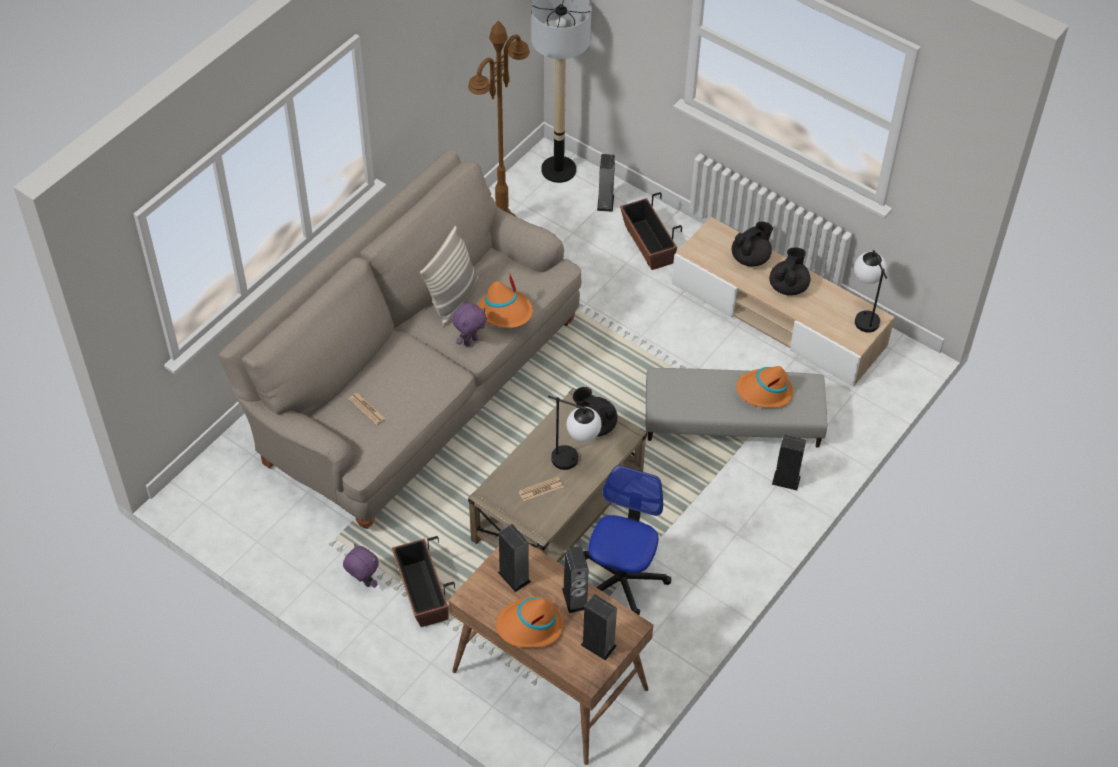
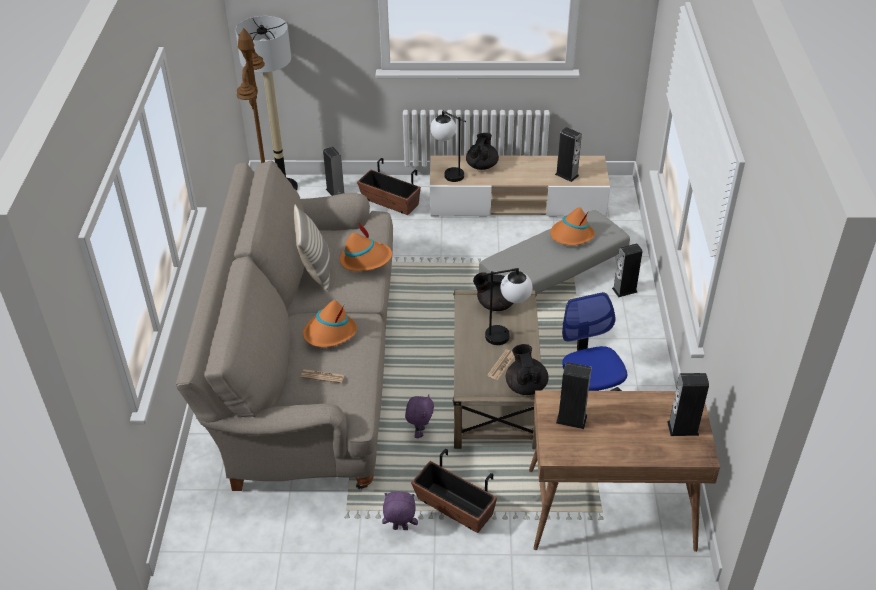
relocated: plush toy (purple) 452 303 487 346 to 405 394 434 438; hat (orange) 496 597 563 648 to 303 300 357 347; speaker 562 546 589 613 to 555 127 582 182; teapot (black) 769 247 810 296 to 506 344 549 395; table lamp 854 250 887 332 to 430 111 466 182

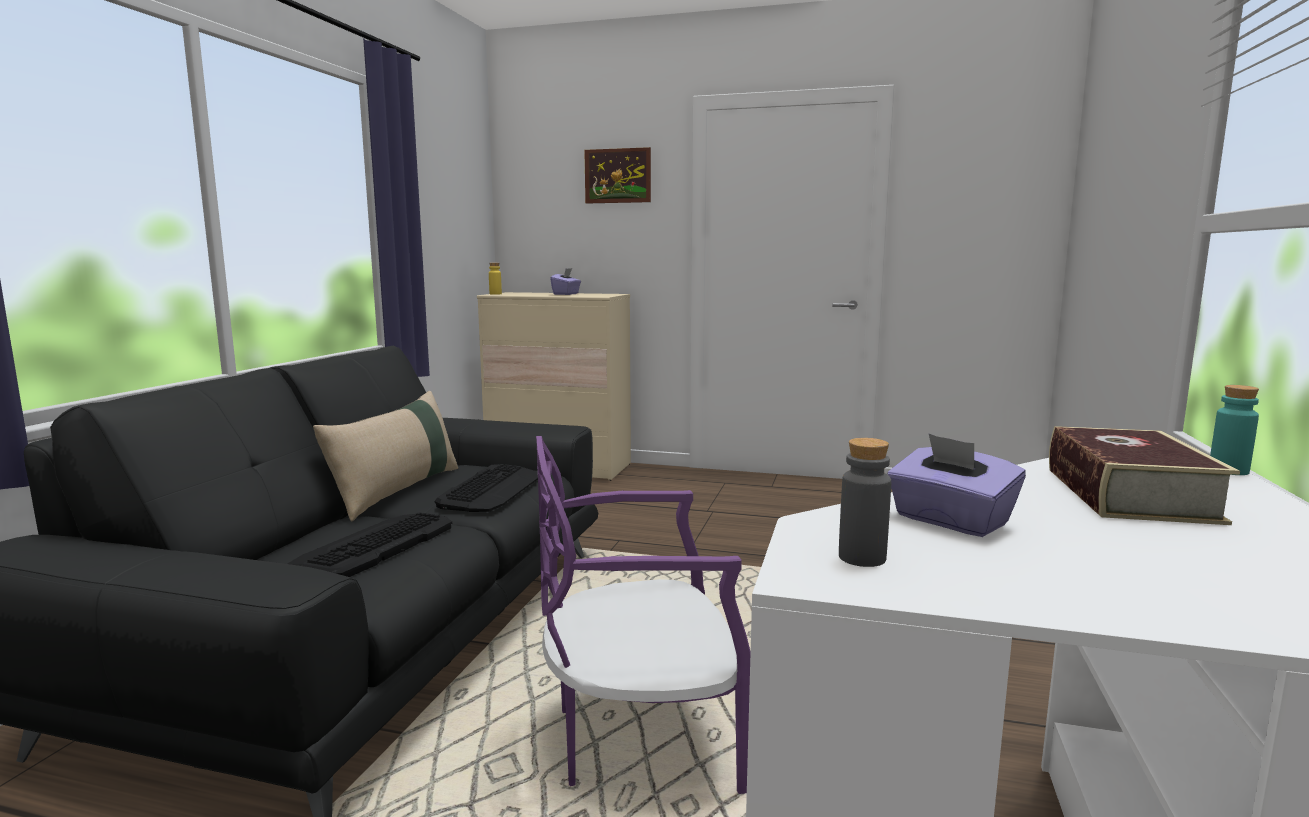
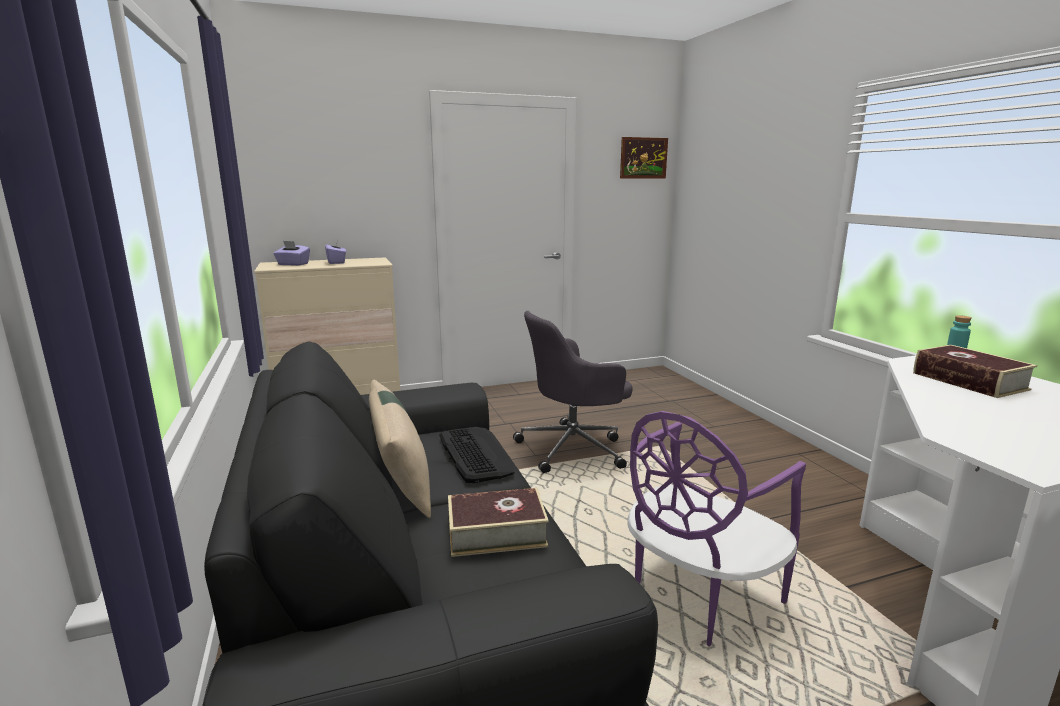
missing: bottle (yellow) 489 263 502 295; bottle (grey) 839 438 891 567
appeared: office chair (grey) 513 311 633 473
relocated: picture 584 147 651 204 to 620 137 668 178; tissue box (purple) 887 434 1026 537 to 273 241 310 266
exchanged: keyboard 288 512 452 577 to book 448 488 549 557

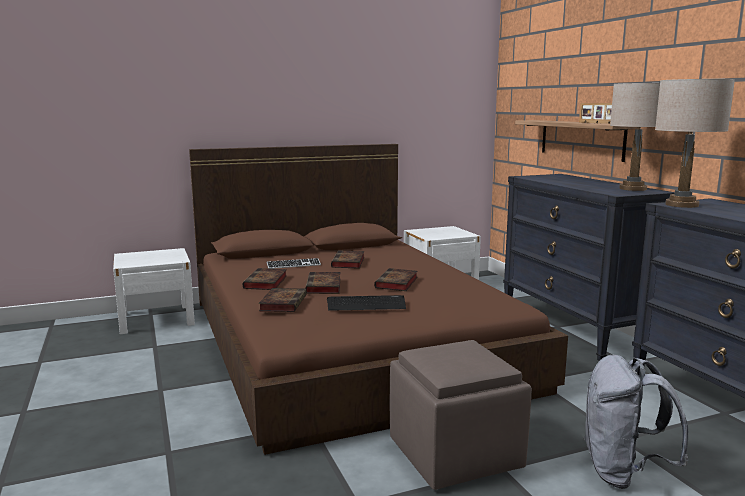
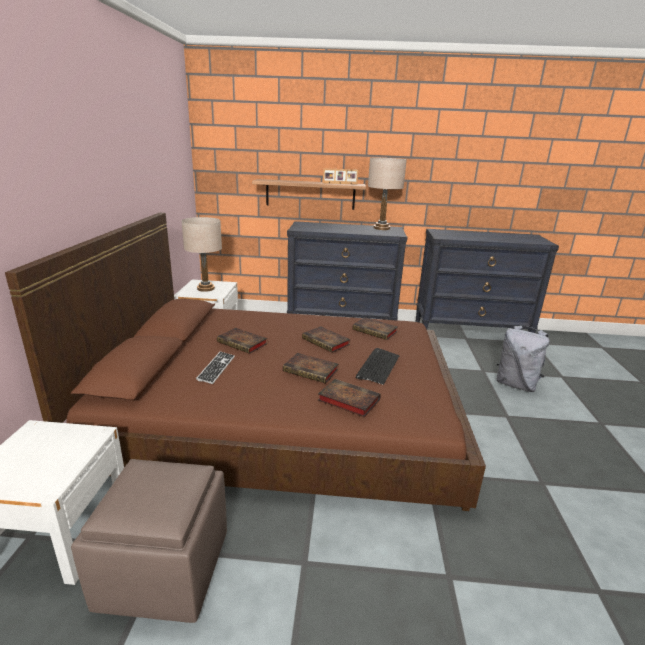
relocated: book 243 268 287 290 to 352 317 398 340; ottoman (brown) 390 340 532 490 to 71 459 227 623; table lamp (beige) 655 79 735 208 to 181 217 222 292

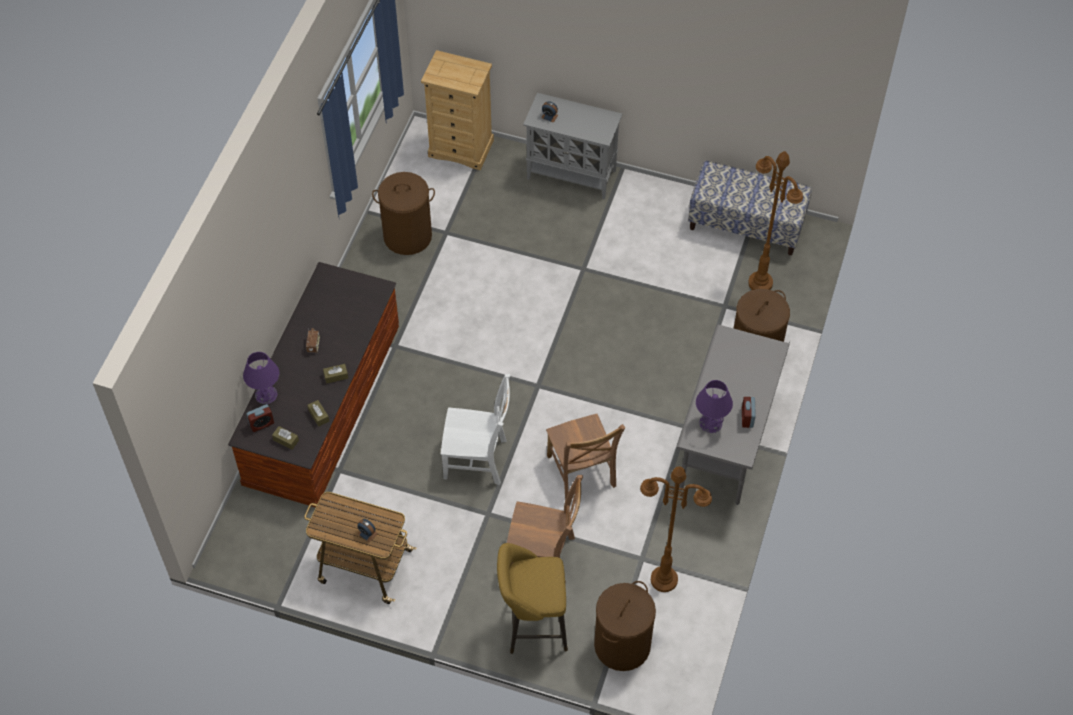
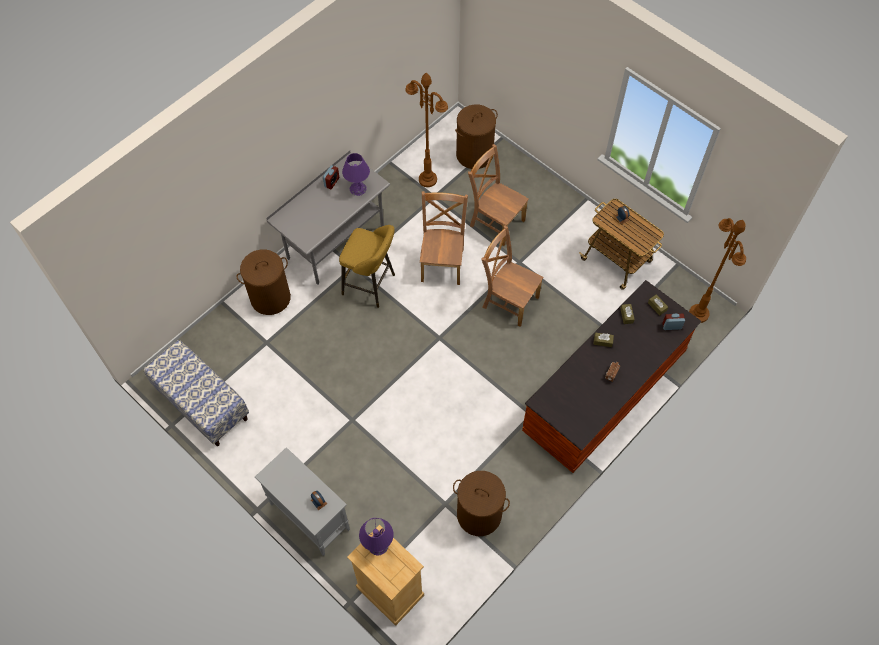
relocated: table lamp (purple) 243 352 279 404 to 359 518 394 555; stool (yellow) 497 543 568 654 to 339 225 395 308; floor lamp (brown) 748 151 803 290 to 689 218 746 323
colour: chair (white) 441 374 510 485 to chair (brown) 481 225 543 327

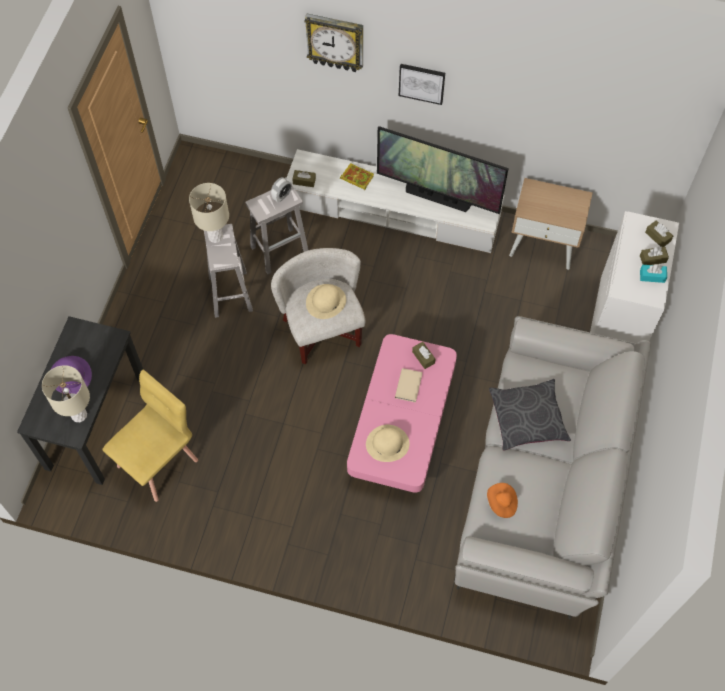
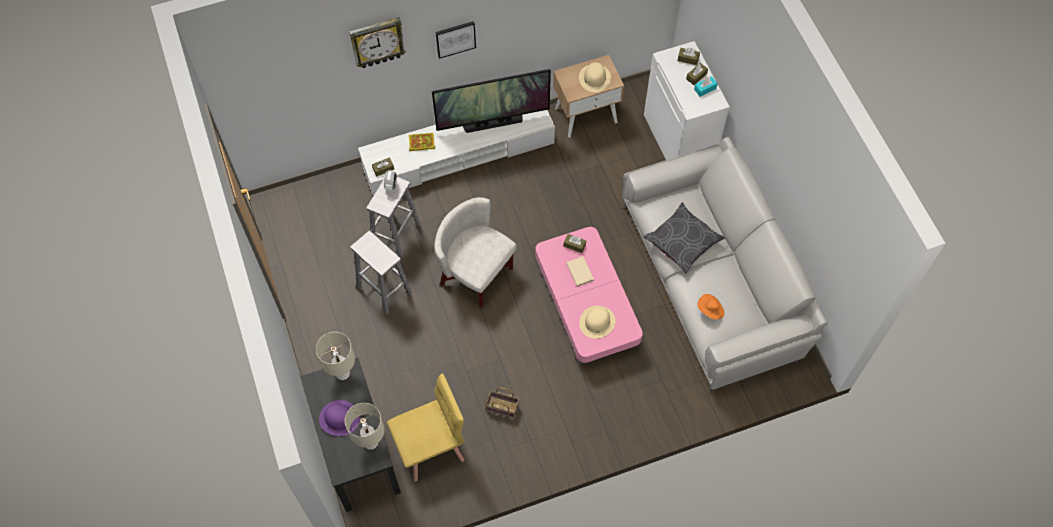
appeared: basket 486 387 519 418
relocated: table lamp (beige) 189 183 229 243 to 316 332 355 380; hat (beige) 306 284 346 319 to 579 62 611 92
spun: chair (yellow) 102 370 198 502 = 387 374 464 482 60 degrees clockwise

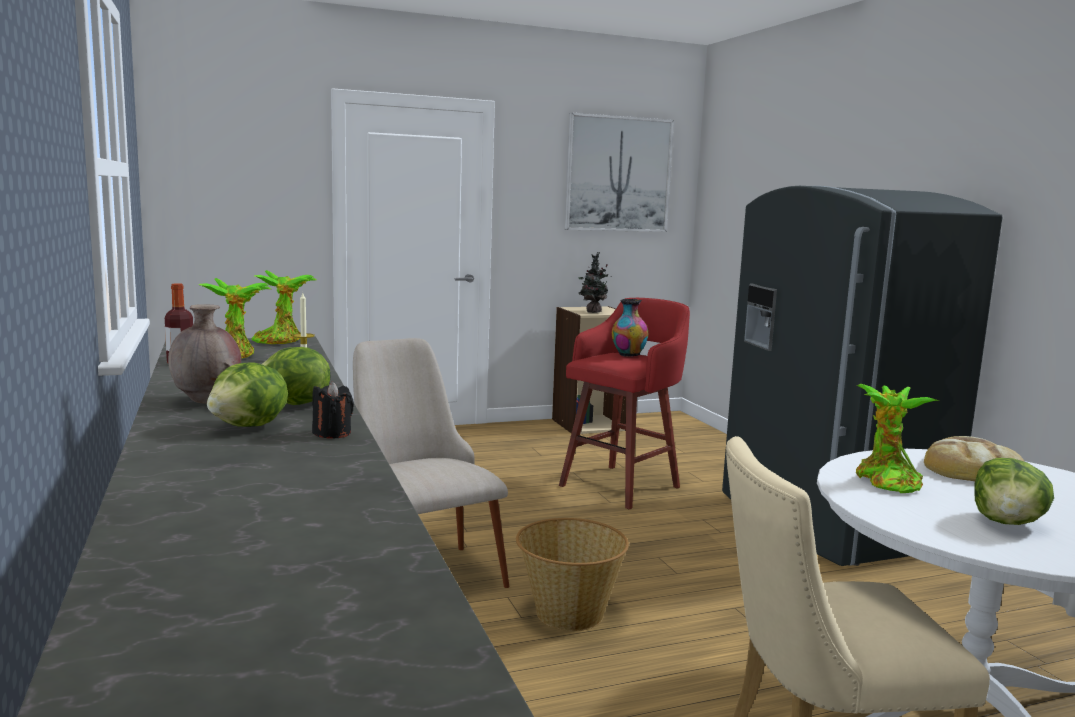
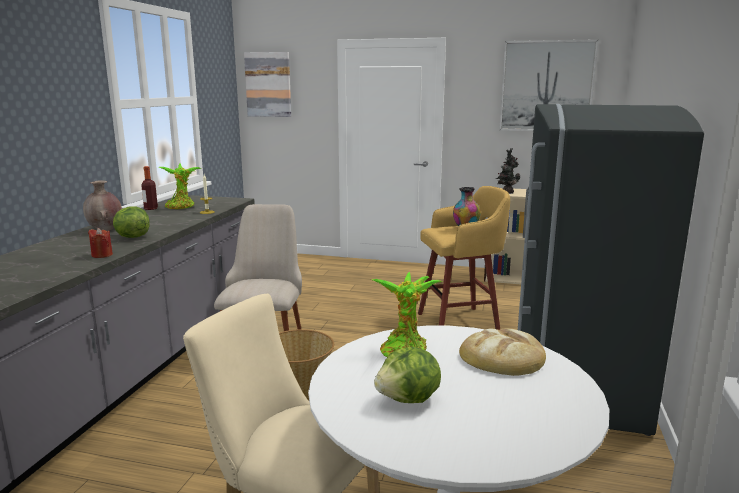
missing: lettuce 207 362 288 427; potted plant 251 270 316 344
appeared: picture 244 52 291 117
colour: candle (black) 312 382 354 439 to candle (red) 88 228 113 258; stool (red) 559 298 690 509 to stool (yellow) 418 186 510 330

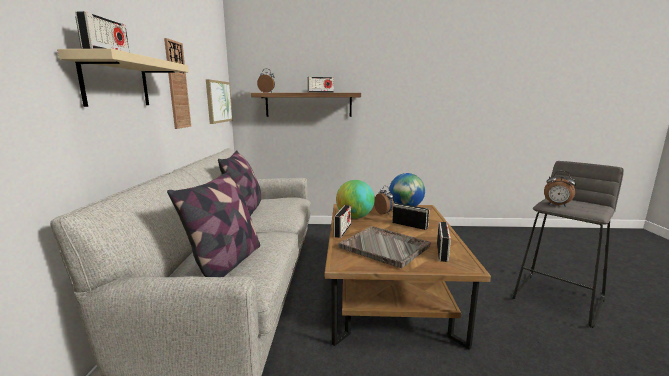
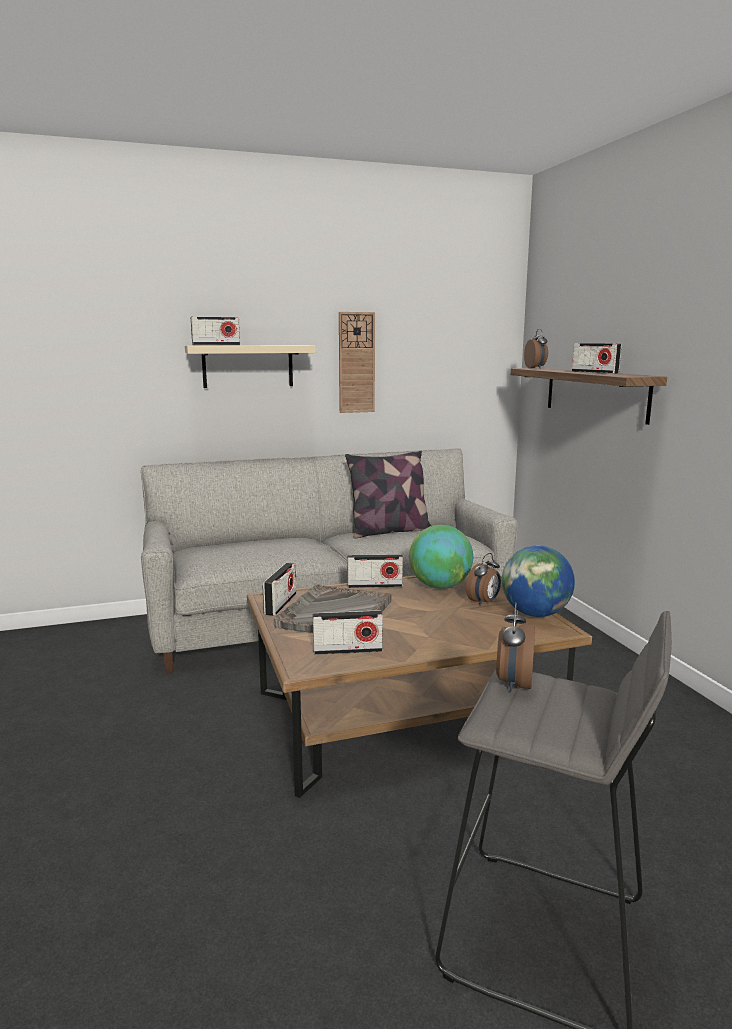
missing: pillow 167 171 260 277; picture 206 79 233 124
relocated: radio 392 203 429 230 to 263 563 296 616

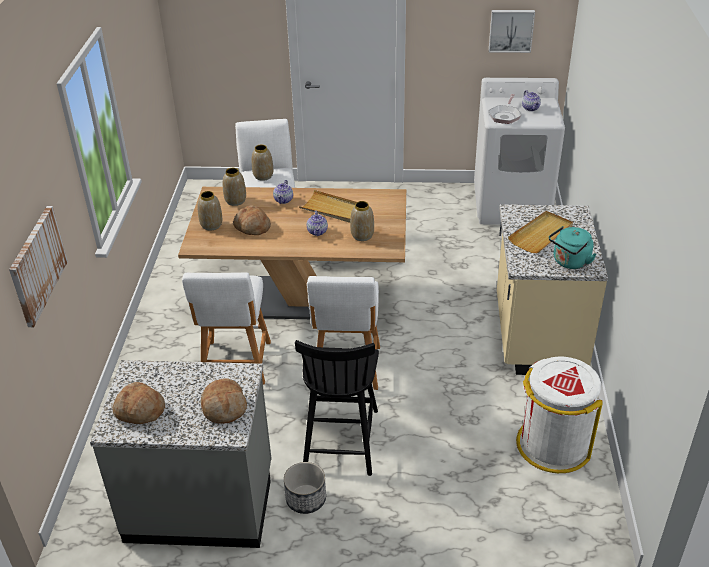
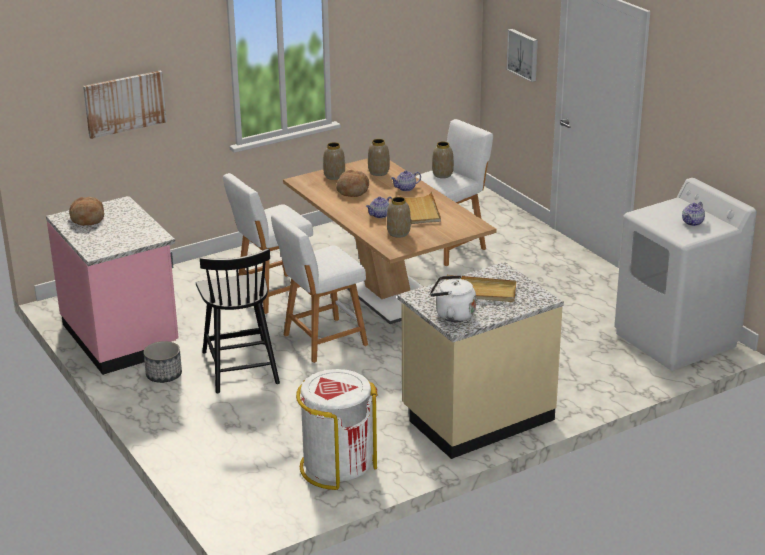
missing: bread 201 378 247 424; frying pan 488 94 521 124
relocated: picture 489 10 535 53 to 507 29 538 82
colour: counter (grey) 90 360 272 548 to counter (pink) 46 196 179 375; kettle (turquoise) 549 226 596 269 to kettle (white) 430 275 476 322
spun: chair (black) 295 340 379 476 = 196 249 280 393 75 degrees counterclockwise

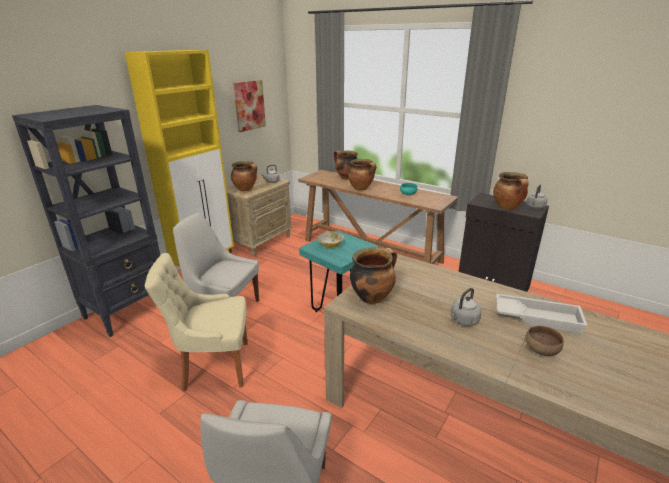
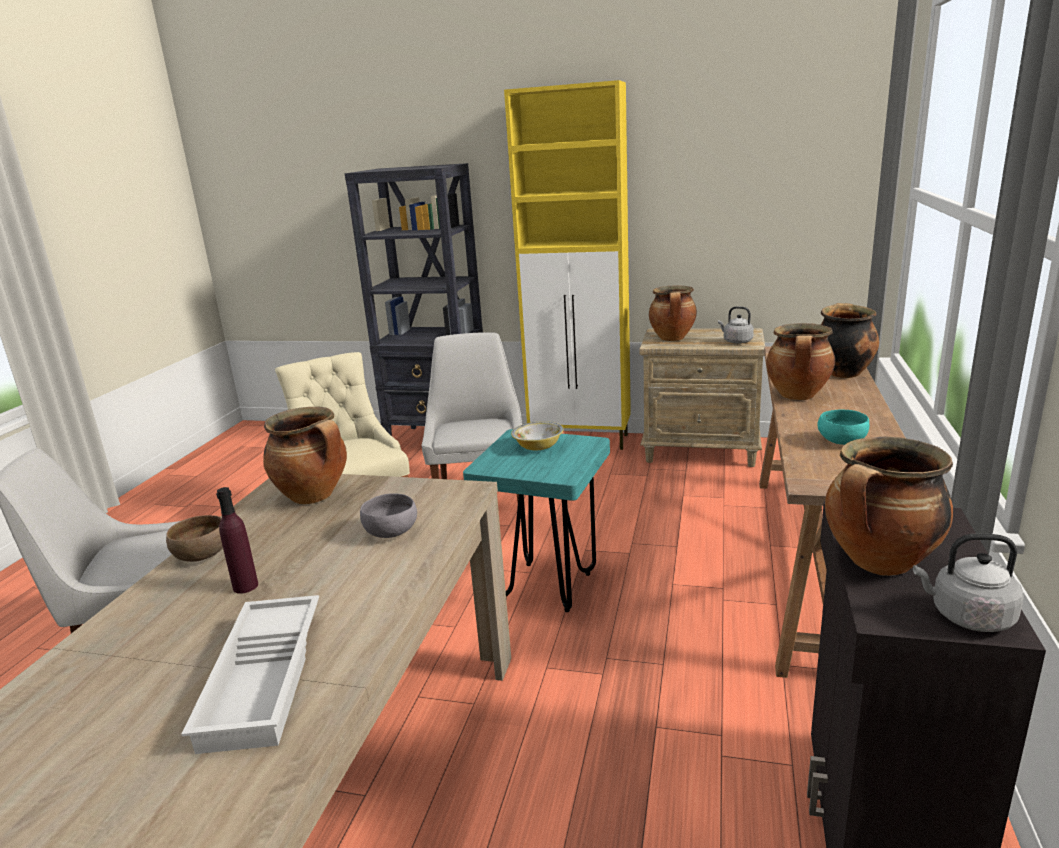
missing: picture 233 80 266 132
appeared: bowl (grey) 360 493 417 538
relocated: bowl (brown) 525 326 564 356 to 166 515 223 562
exchanged: kettle (grey) 451 288 481 326 to bottle (purple) 216 487 258 594

